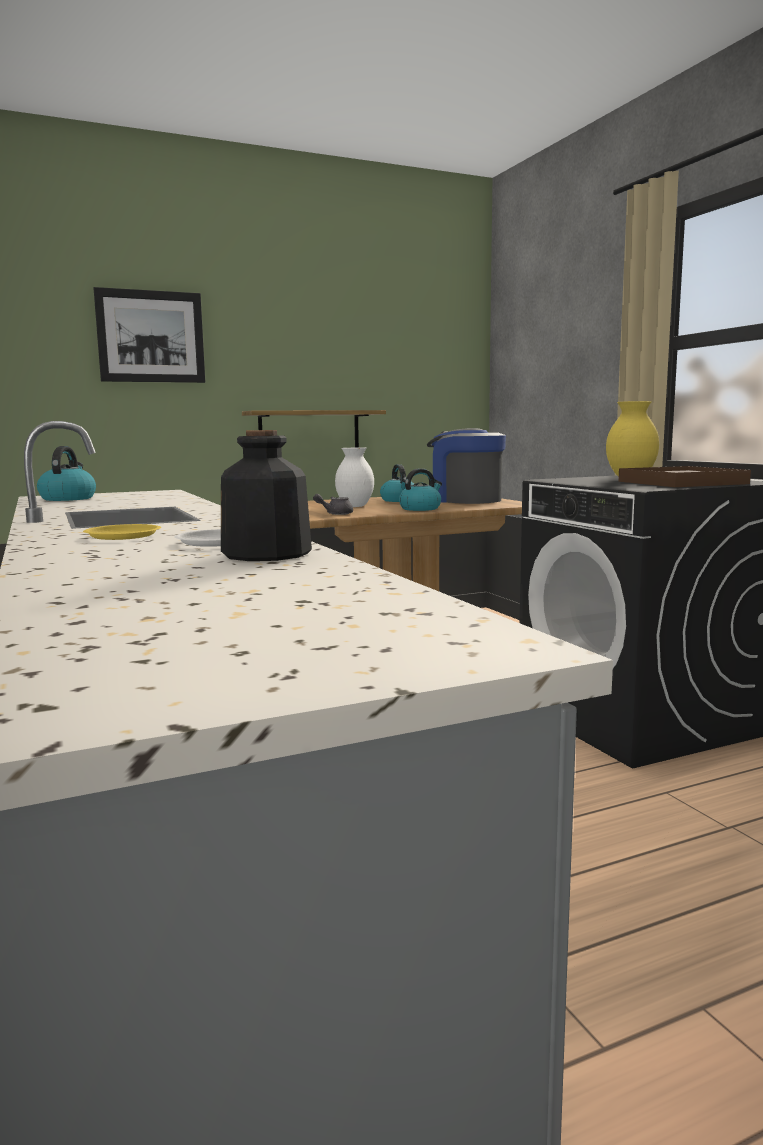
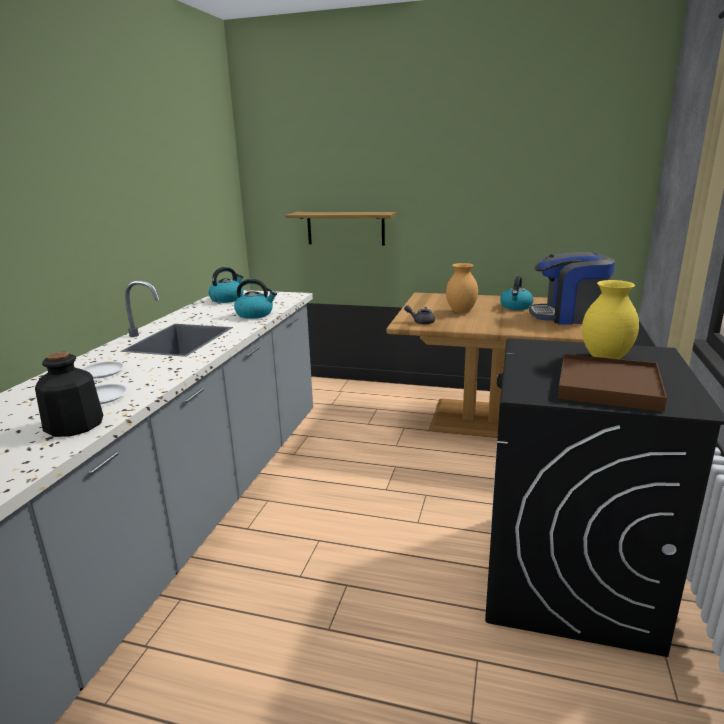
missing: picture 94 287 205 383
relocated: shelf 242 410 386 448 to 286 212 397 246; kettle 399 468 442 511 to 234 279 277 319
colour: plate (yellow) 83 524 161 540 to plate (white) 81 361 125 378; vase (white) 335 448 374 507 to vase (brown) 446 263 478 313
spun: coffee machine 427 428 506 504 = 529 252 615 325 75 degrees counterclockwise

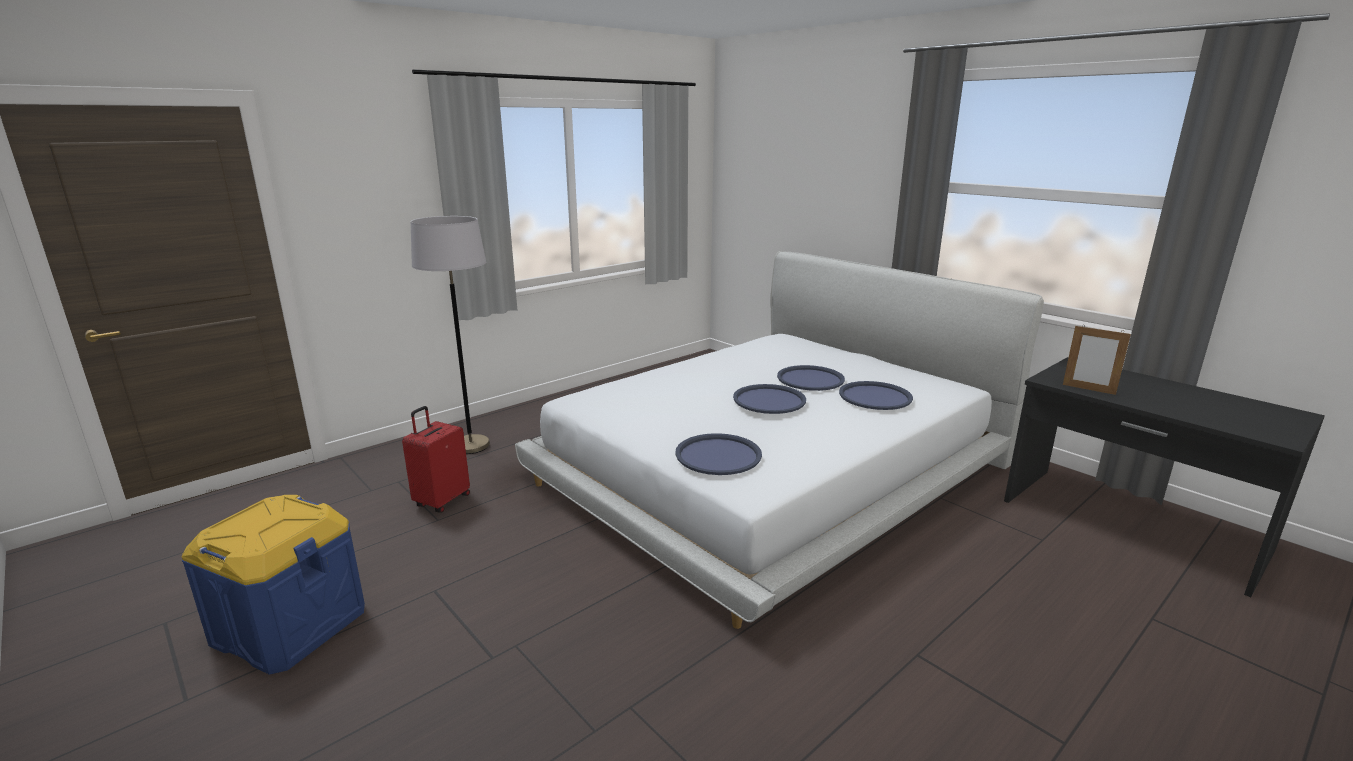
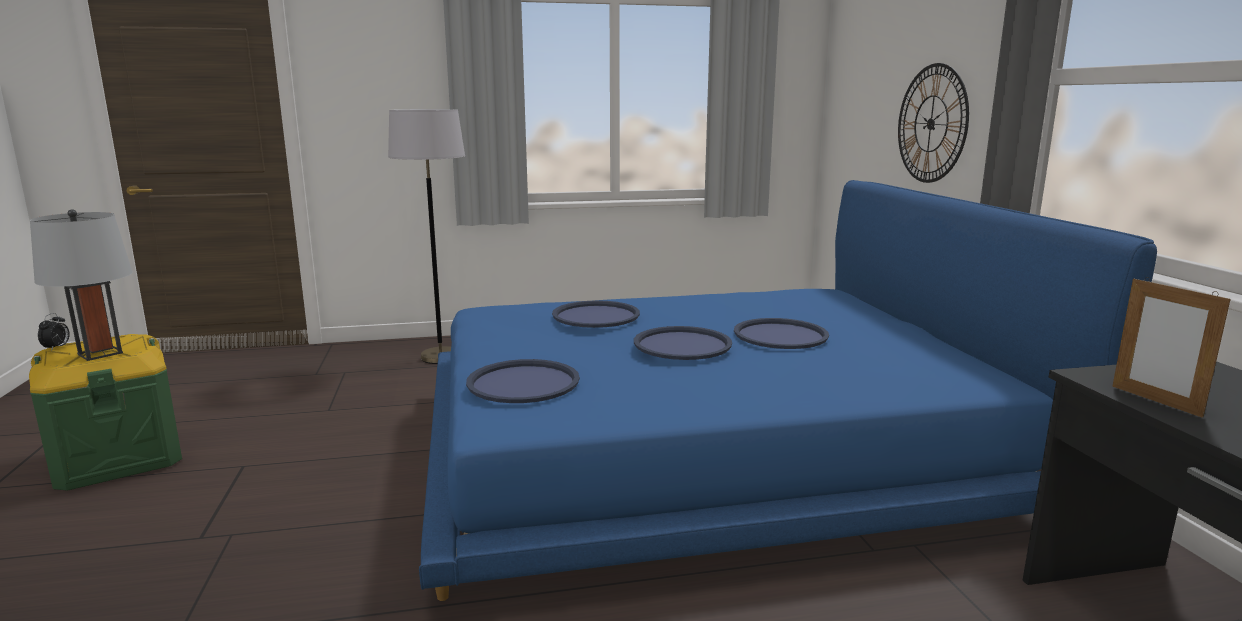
missing: suitcase (red) 402 406 470 513
appeared: table lamp (grey) 30 209 133 361; alarm clock 38 313 70 351; wall clock 898 63 969 183
relocated: tray (blue) 839 381 913 410 to 552 300 640 328
colour: storage box (blue) 182 495 365 675 to storage box (green) 29 334 182 491; bed (white) 515 251 1044 629 to bed (blue) 419 180 1157 601

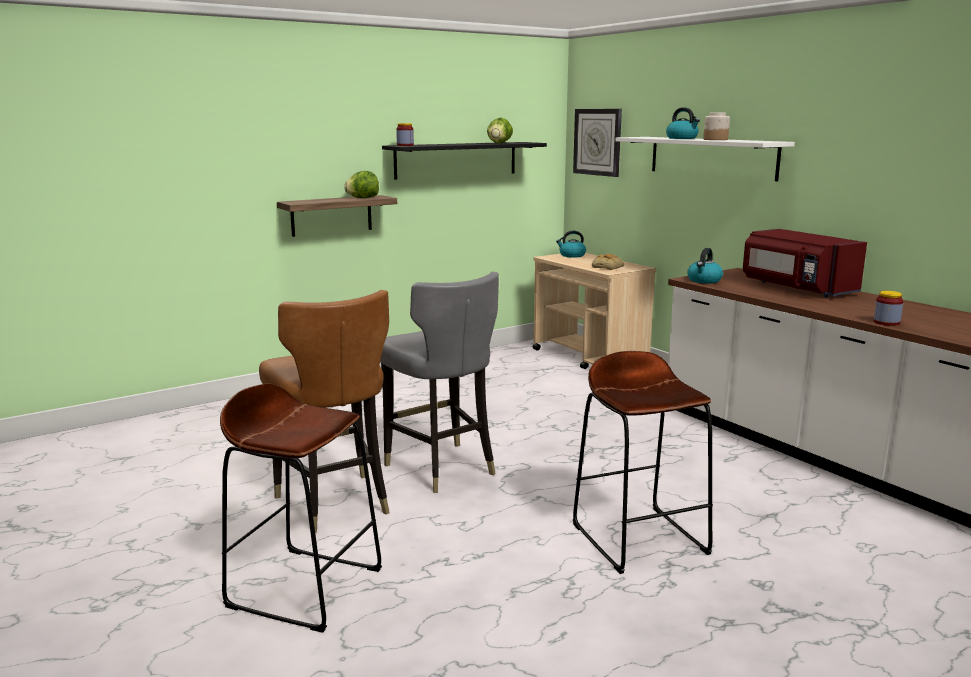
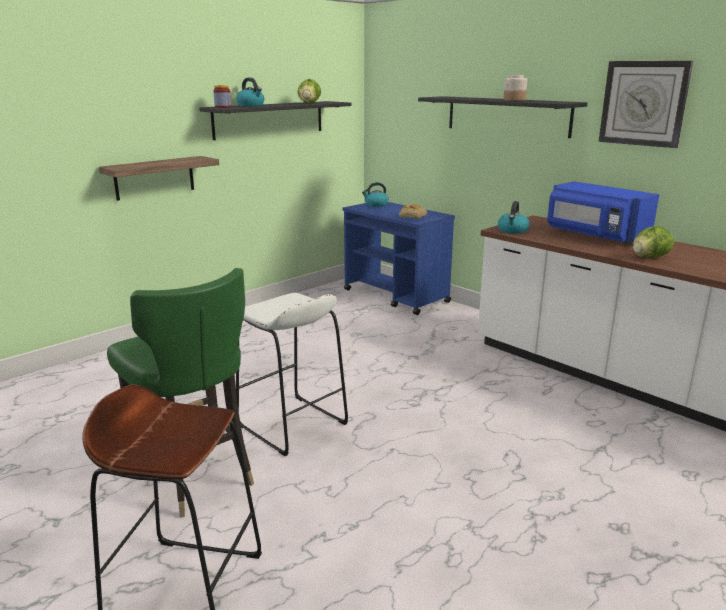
missing: stool (brown) 573 351 713 574; jar 874 291 903 326
relocated: lettuce 344 171 379 198 to 633 226 674 258; wall clock 573 109 622 177 to 599 61 693 148; kettle 666 107 700 139 to 236 78 264 106
exchanged: chair (grey) 380 272 499 493 to stool (white) 236 293 348 456
colour: chair (brown) 259 290 390 533 to chair (green) 107 268 254 518; cart (beige) 532 253 656 369 to cart (blue) 343 202 455 315; shelf (white) 615 137 795 181 to shelf (black) 418 96 587 138; microwave (red) 743 229 867 297 to microwave (blue) 547 181 659 245

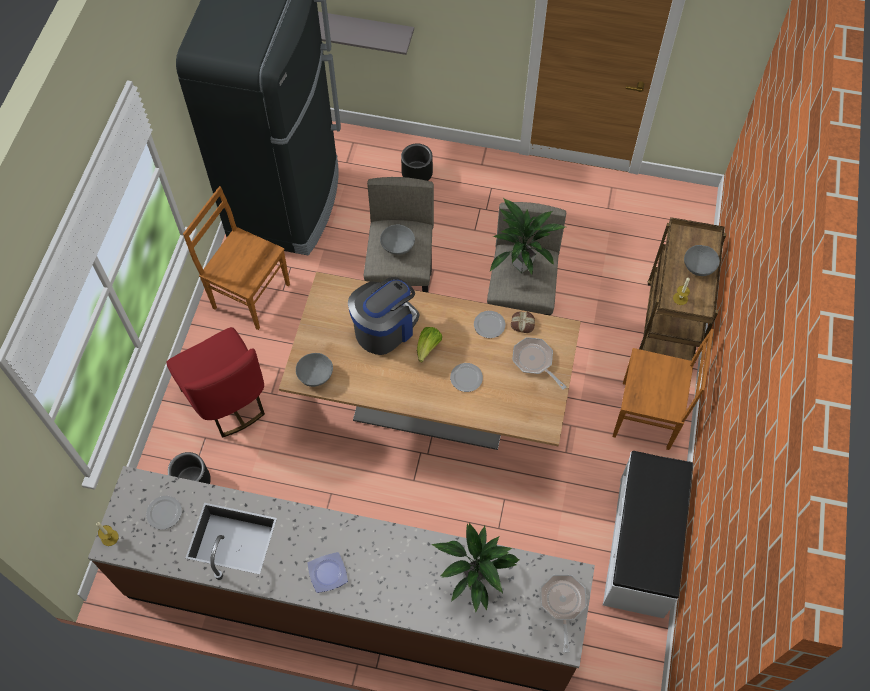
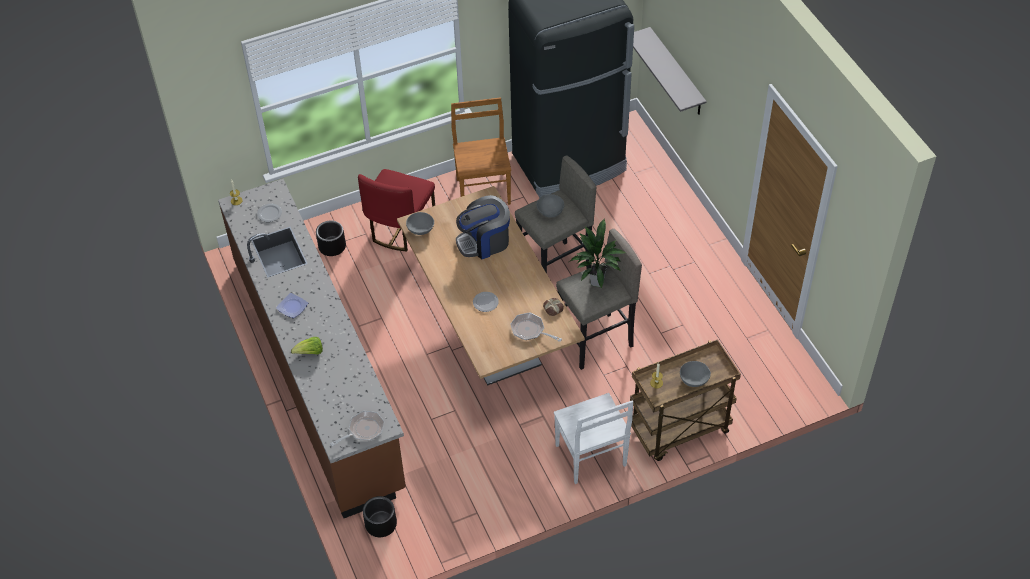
missing: potted plant 431 522 519 612; plate 474 311 505 338; bench (white) 603 451 693 618
relocated: planter (black) 401 144 433 181 to 363 496 397 537; lettuce 417 327 442 362 to 291 337 323 355
colour: chair (brown) 613 329 714 450 to chair (white) 554 393 633 484
spun: coffee machine 348 277 420 355 = 456 195 510 259 150 degrees clockwise; frying pan 512 337 566 390 = 510 313 562 342 75 degrees counterclockwise

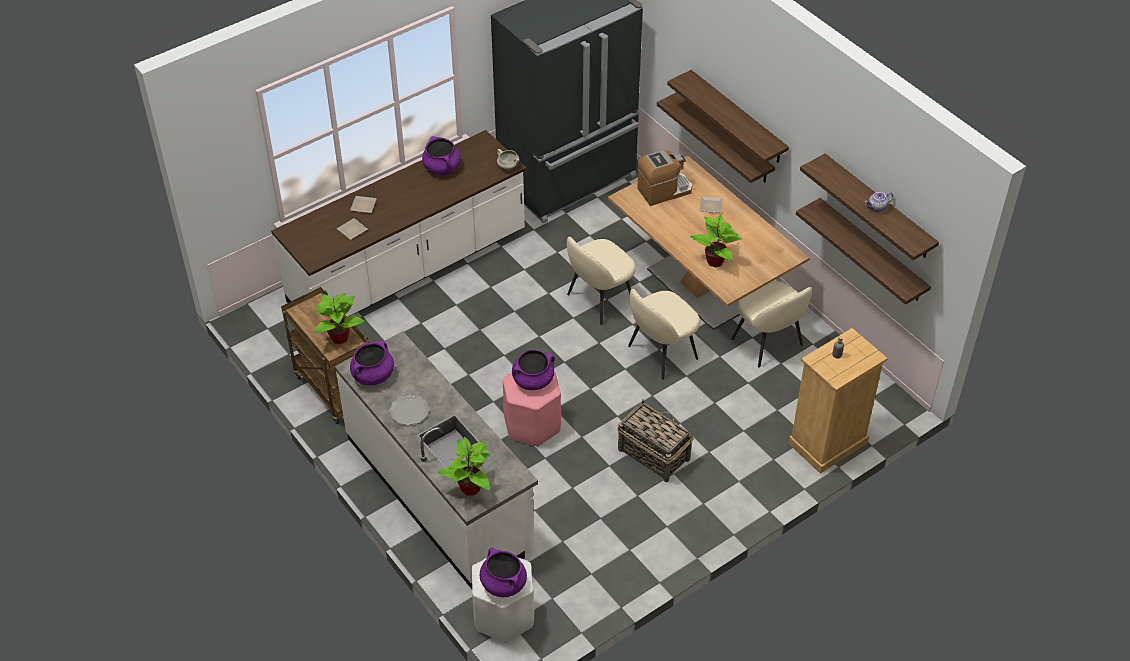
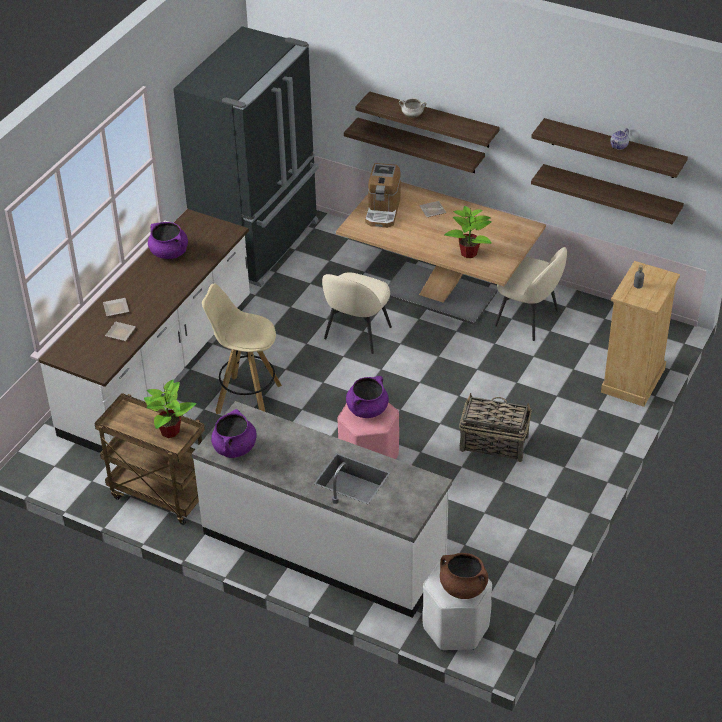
missing: plate 389 394 429 425; potted plant 438 437 491 496; chair (beige) 628 289 700 380
appeared: stool (beige) 202 283 282 414
relocated: cooking pot (white) 497 149 519 170 to 399 98 426 118
colour: cooking pot (purple) 480 548 527 597 to cooking pot (brown) 440 553 488 599
spun: coffee machine 637 150 692 206 = 365 163 401 228 150 degrees clockwise

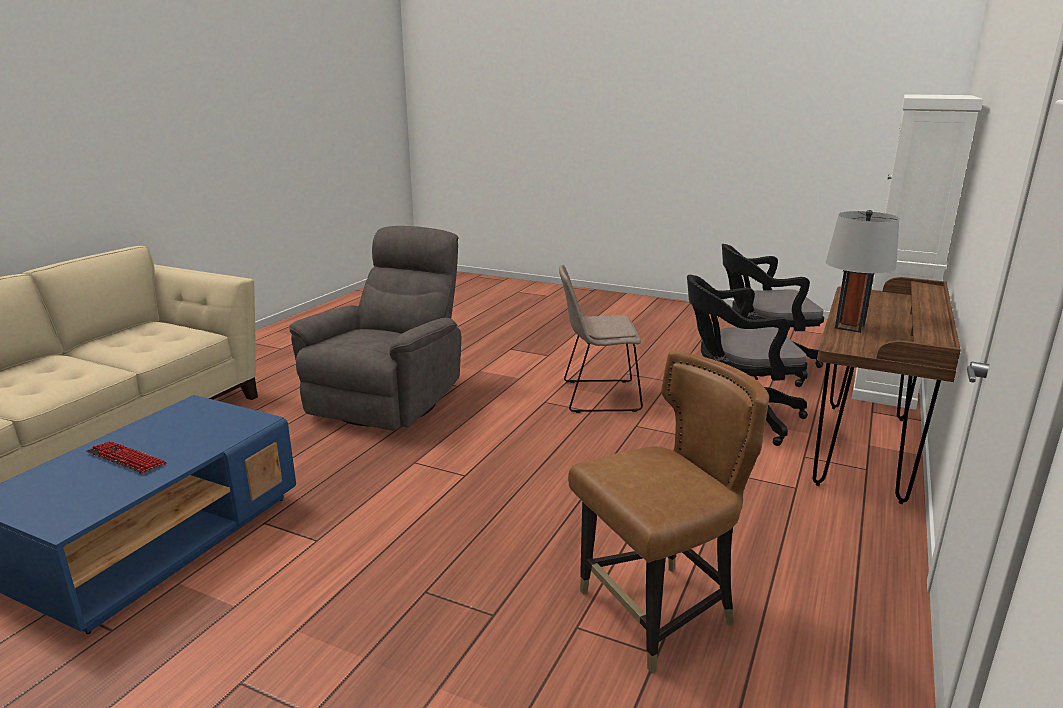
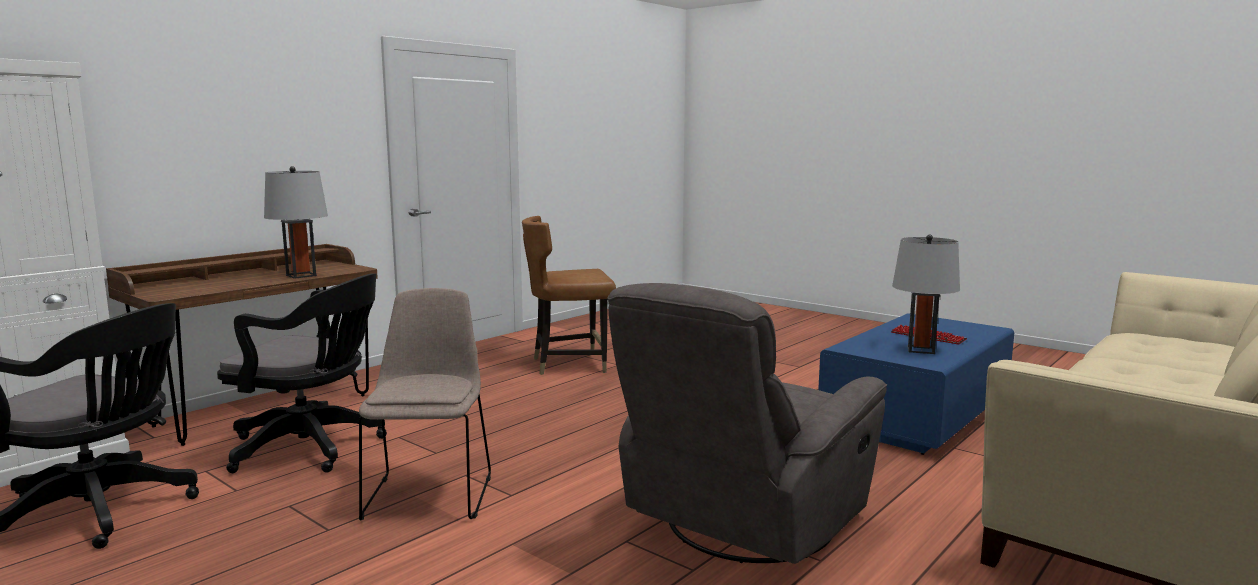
appeared: table lamp (grey) 892 234 960 354
spun: chair (beige) 559 265 643 413 = 359 288 491 520 105 degrees counterclockwise

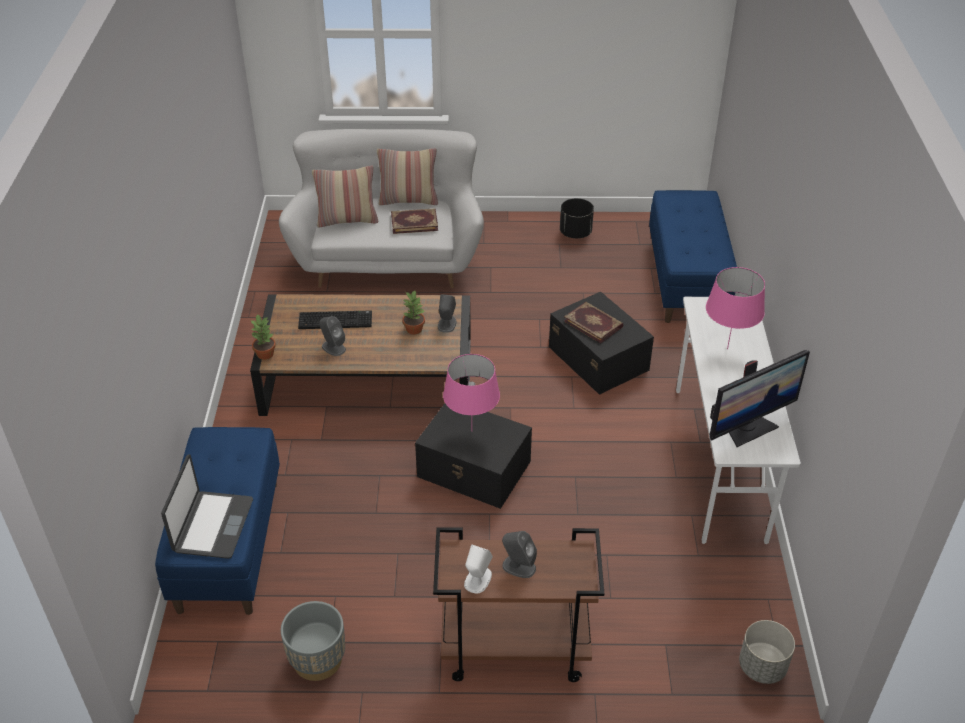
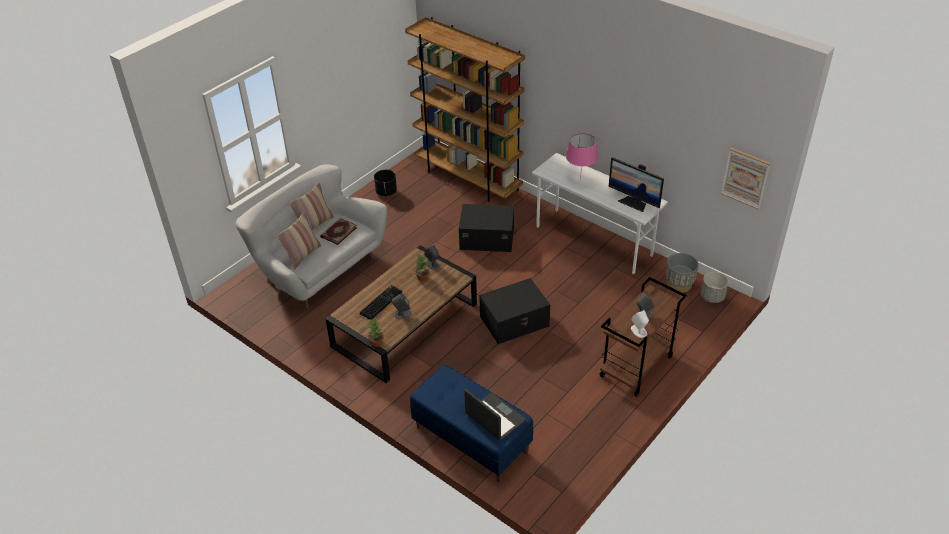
missing: table lamp (pink) 443 354 500 426; book 564 302 623 343
appeared: picture 721 148 770 210
relocated: planter (grey) 281 601 345 681 to 666 253 699 293
exchanged: bench (blue) 649 190 737 323 to bookcase (brown) 405 17 525 202
spun: monitor 710 350 810 447 = 609 158 664 212 120 degrees clockwise

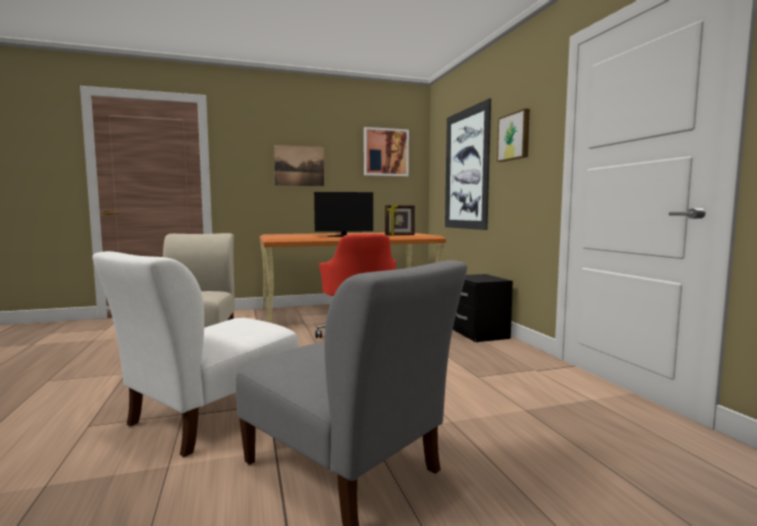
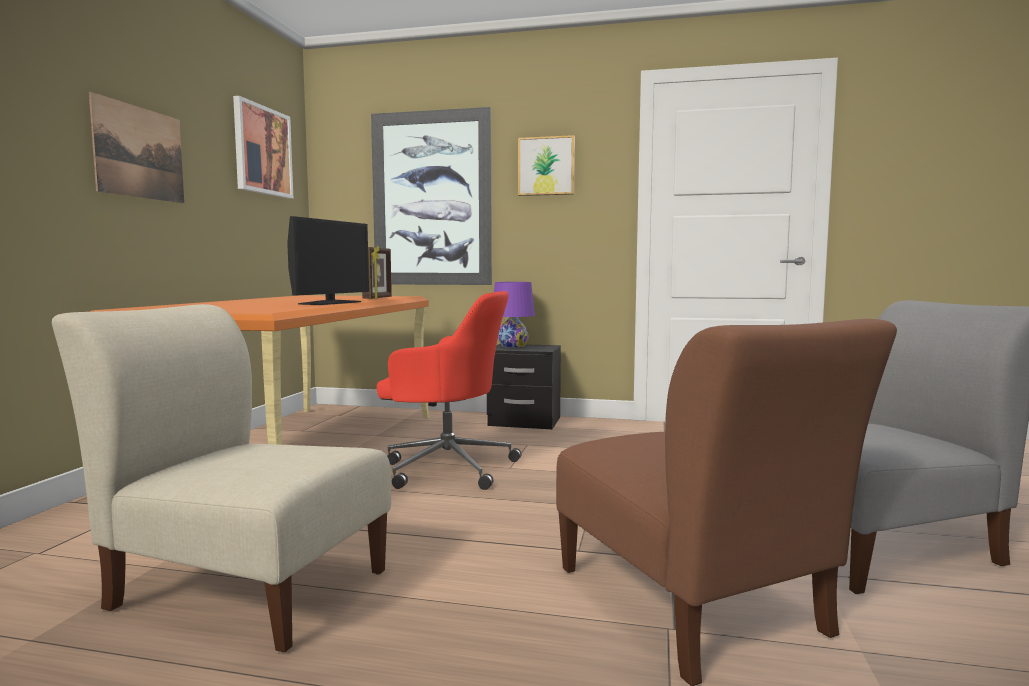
appeared: table lamp (purple) 494 282 535 348
colour: chair (white) 93 251 299 457 to chair (brown) 556 319 897 686

